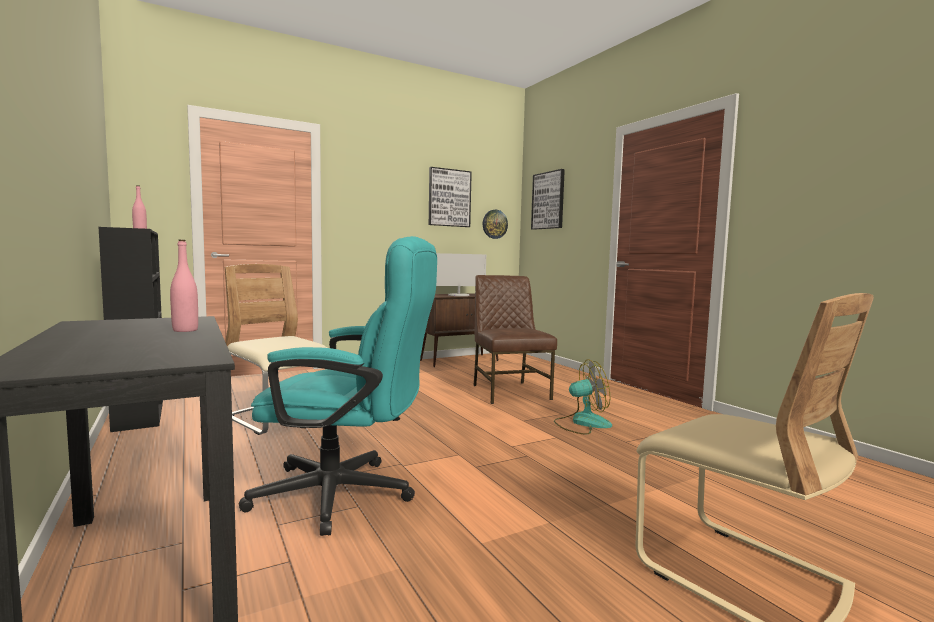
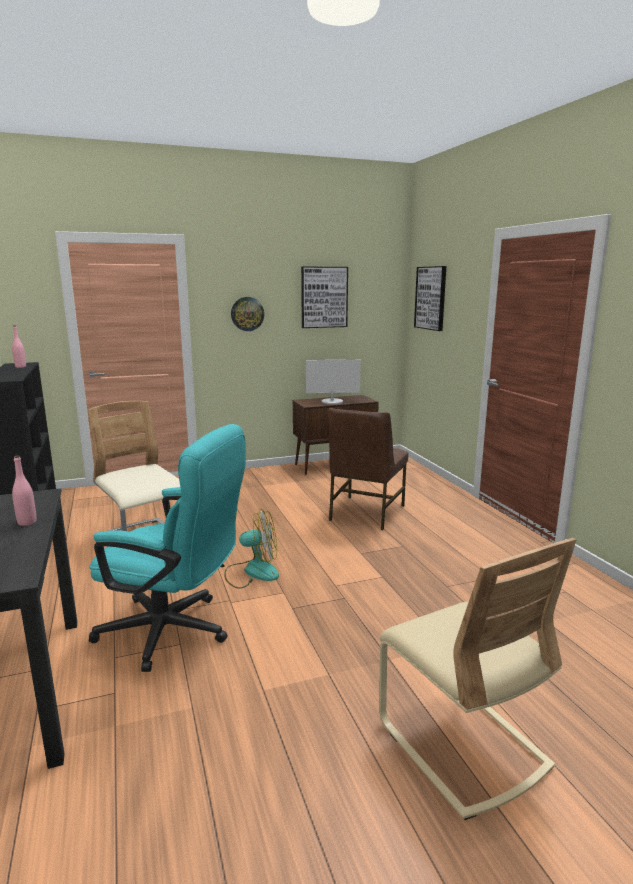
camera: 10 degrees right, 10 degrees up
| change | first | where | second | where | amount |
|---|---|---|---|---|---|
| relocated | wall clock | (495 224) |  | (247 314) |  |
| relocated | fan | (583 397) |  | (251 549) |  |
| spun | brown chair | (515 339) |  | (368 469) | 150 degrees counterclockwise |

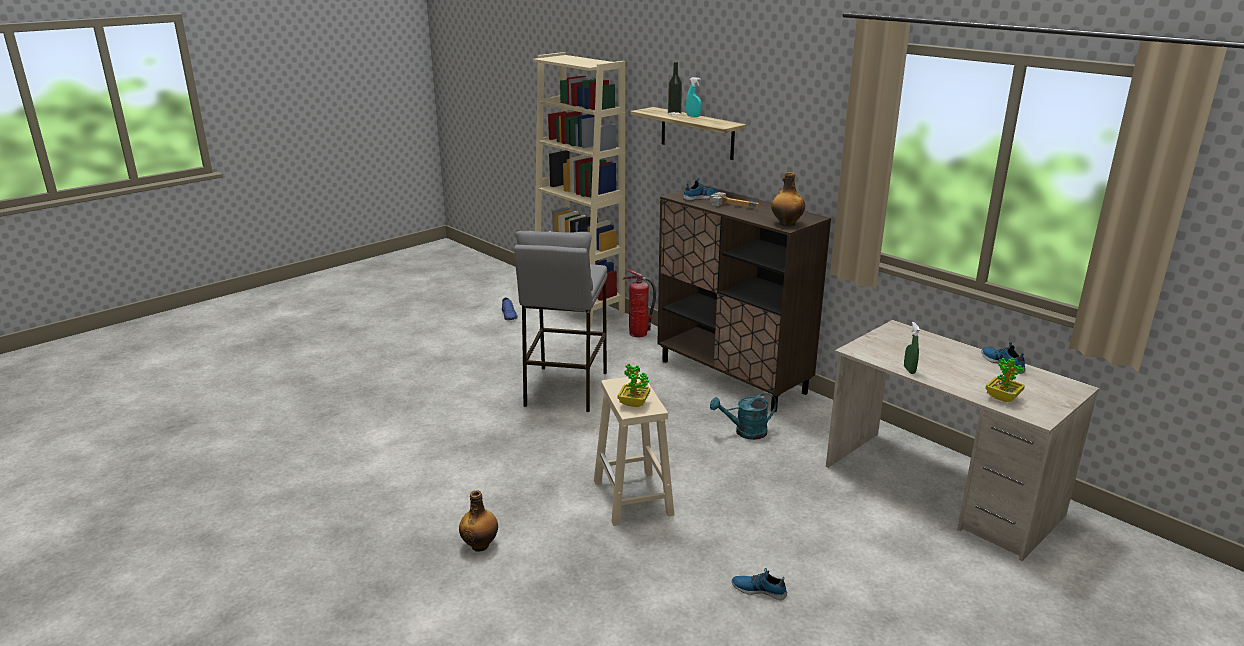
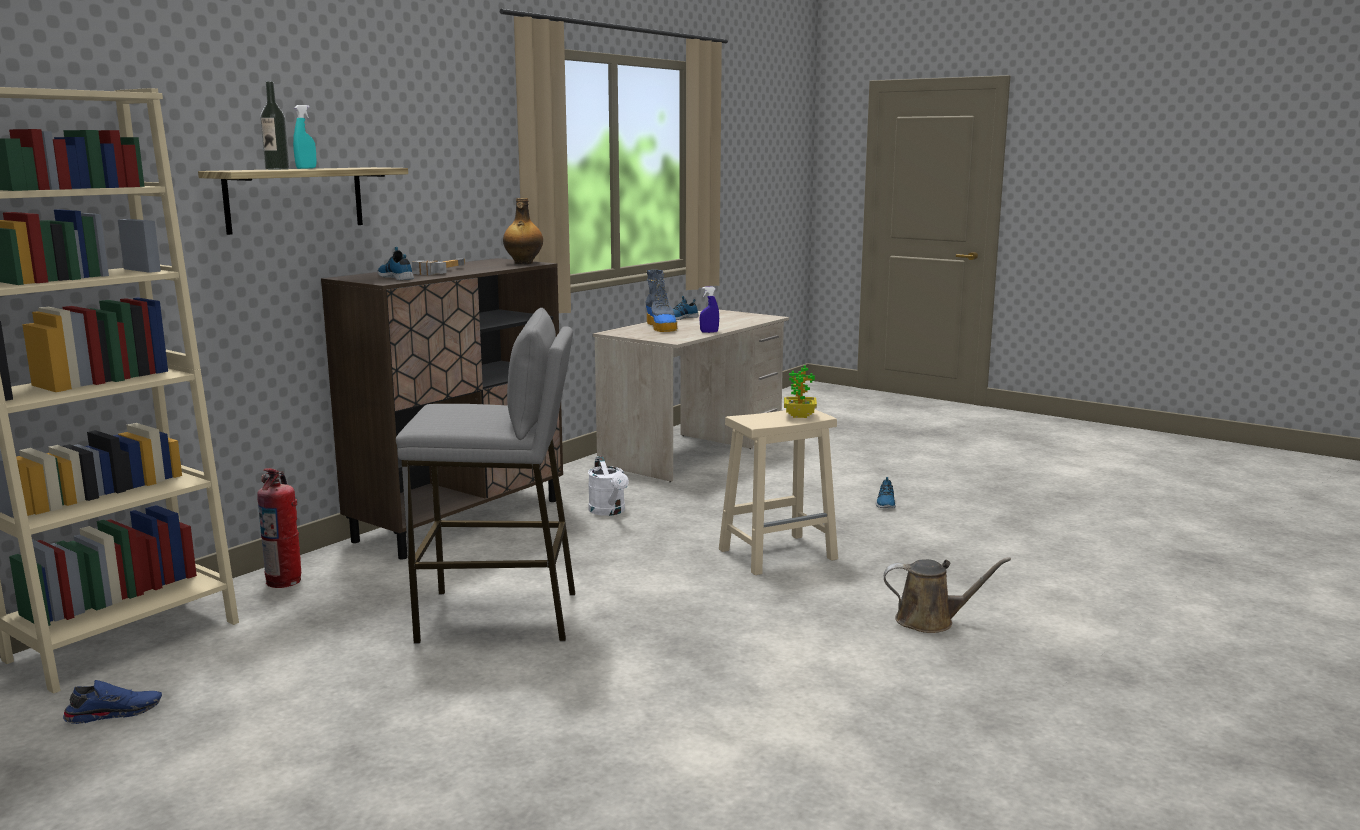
camera: 100 degrees left, 10 degrees down
| change | first | where | second | where | amount |
|---|---|---|---|---|---|
| missing | potted plant | (1005 380) |  |  |  |
| appeared |  |  | boot | (661 301) |  |
| exchanged | bottle | (478 521) | brown watering can | (947 595) |  |
| colour | turquoise watering can | (743 416) | white watering can | (608 486) |  |
| colour | green spray bottle | (912 348) | blue spray bottle | (709 310) |  |

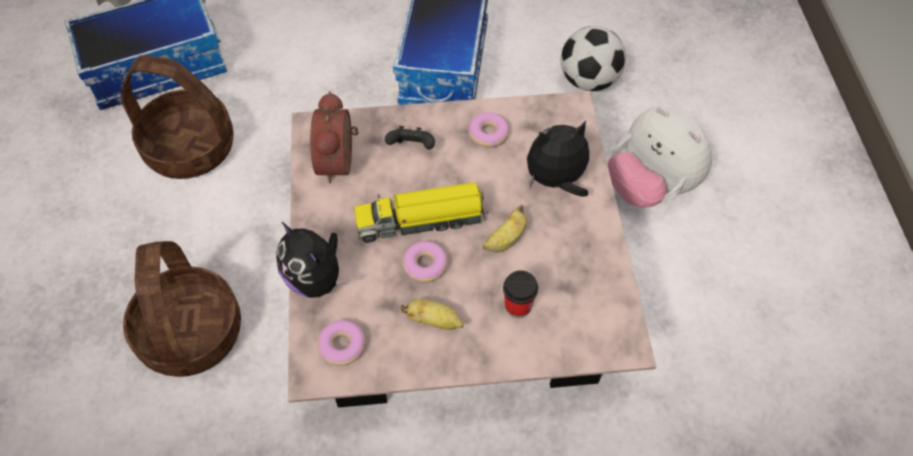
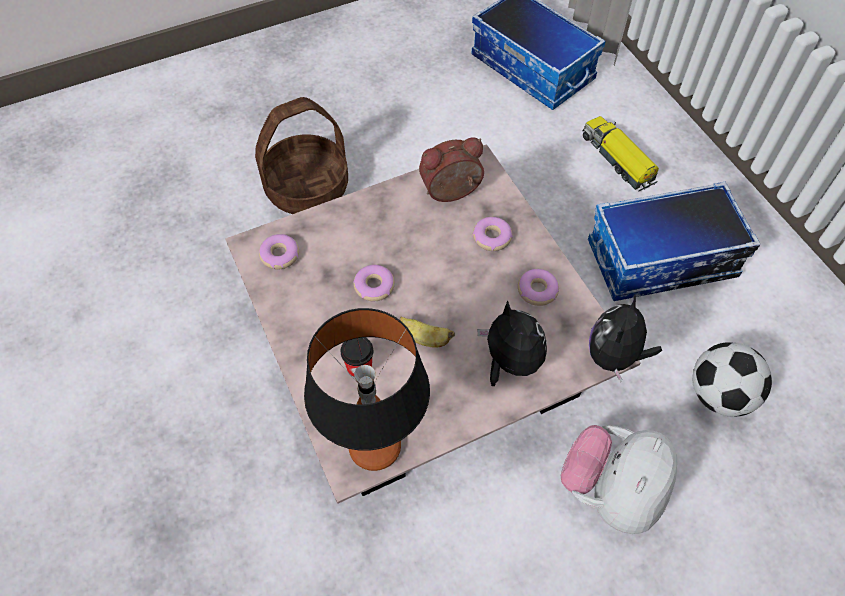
camera: 70 degrees right, 0 degrees up
| change | first | where | second | where | amount |
|---|---|---|---|---|---|
| missing | basket | (177 117) |  |  |  |
| missing | banana | (432 314) |  |  |  |
| appeared |  |  | table lamp | (367 389) |  |
| relocated | plush toy | (313 260) |  | (625 338) |  |
| relocated | toy truck | (420 212) |  | (620 154) |  |
| exchanged | black game controller | (410 138) | donut | (492 234) |  |

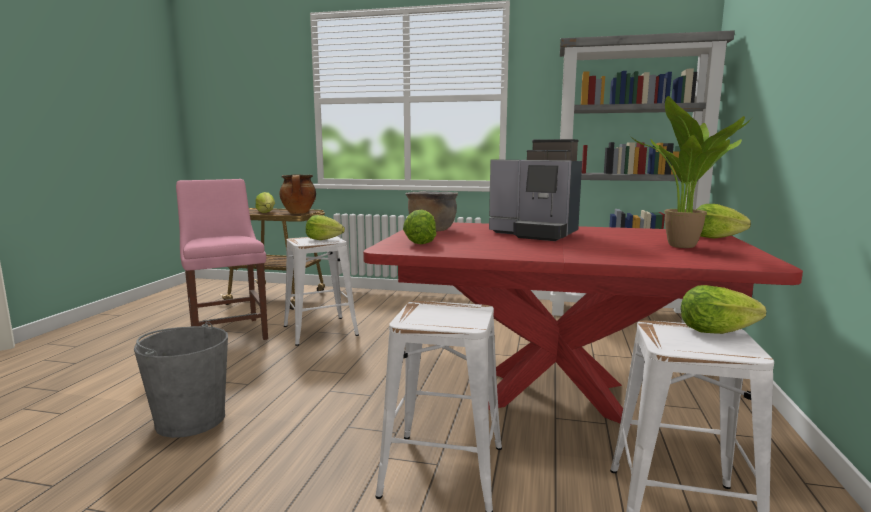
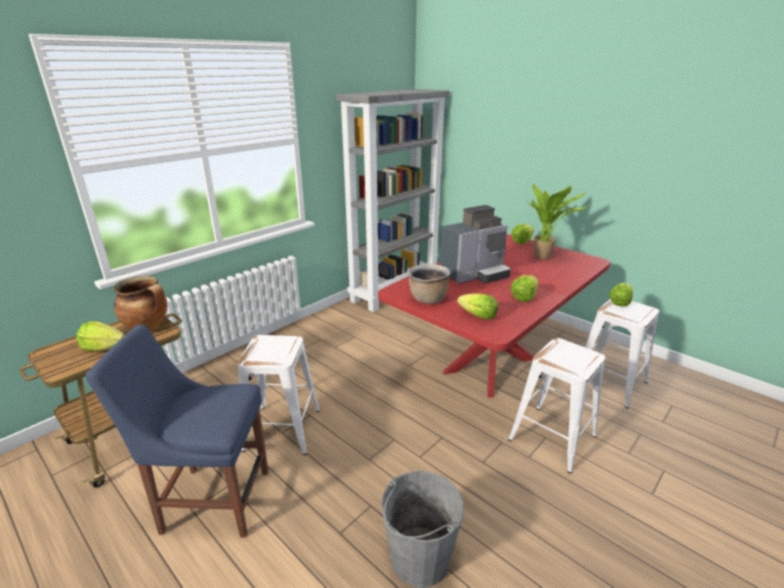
camera: 60 degrees left, 15 degrees up
| change | first | where | second | where | amount |
|---|---|---|---|---|---|
| relocated | lettuce | (325 227) |  | (524 288) |  |
| colour | pink chair | (222 259) | blue chair | (176 430) |  |

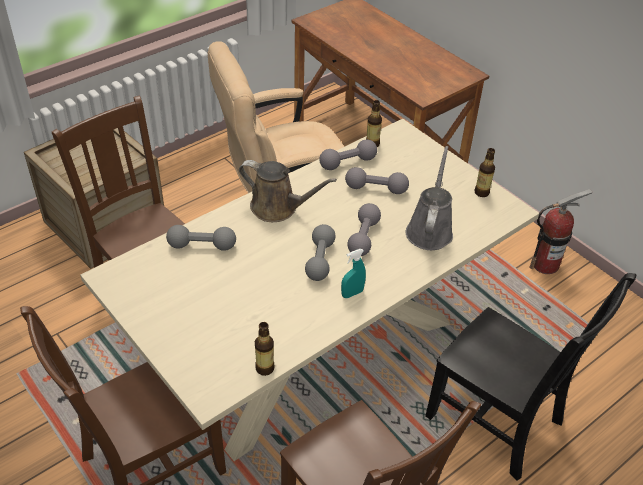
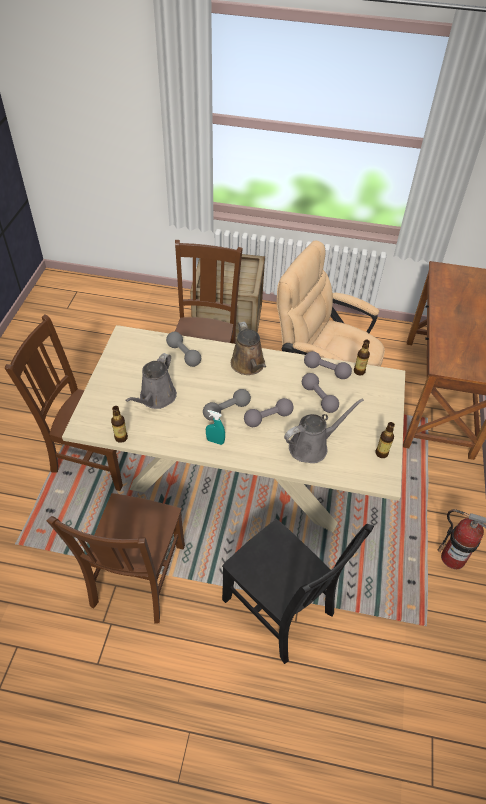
camera: 50 degrees right, 5 degrees up
| change | first | where | second | where | amount |
|---|---|---|---|---|---|
| appeared |  |  | grey watering can | (151 381) |  |
| spun | black chair | (531 377) |  | (298 591) | 45 degrees counterclockwise |

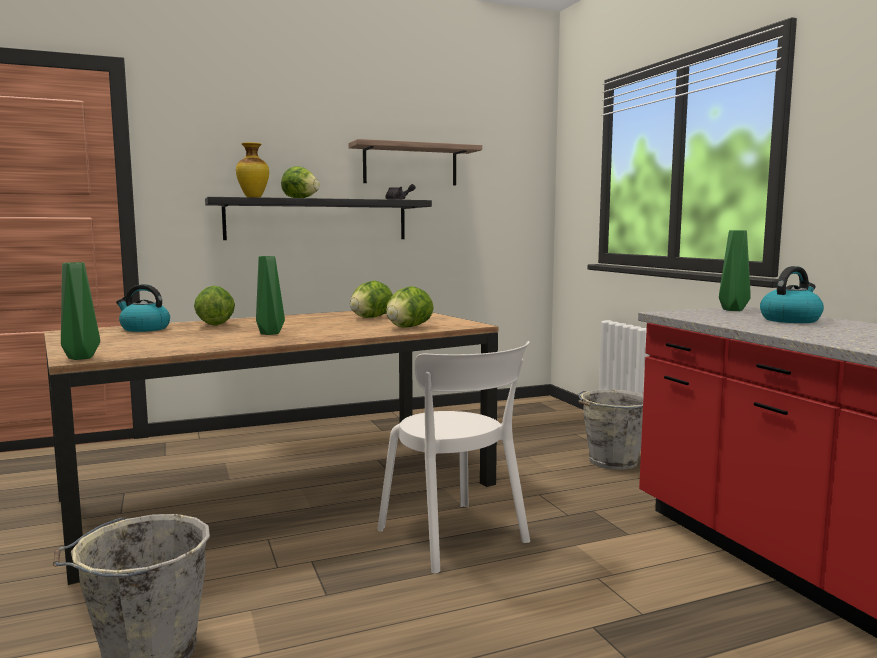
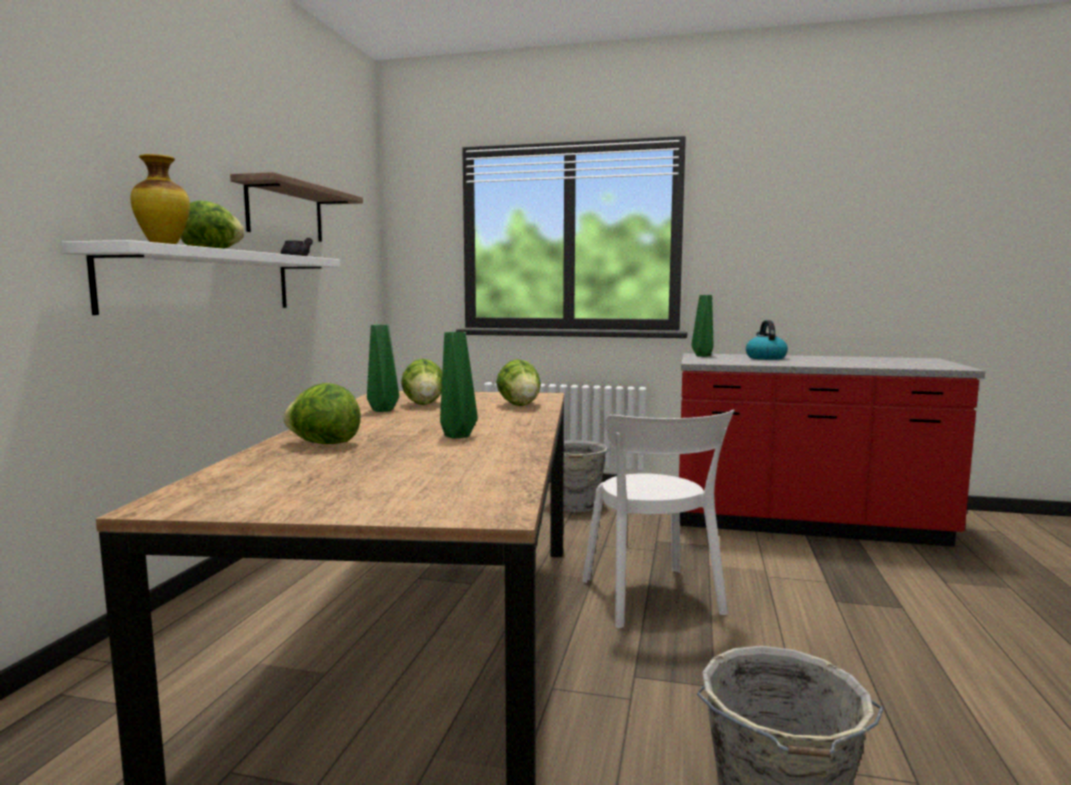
camera: 55 degrees left, 0 degrees up
| change | first | where | second | where | amount |
|---|---|---|---|---|---|
| missing | kettle | (143 308) |  |  |  |
| relocated | green vase | (80 311) |  | (383 368) |  |
| colour | black shelf | (318 218) | white shelf | (201 277) |  |
| spun | white chair | (453 457) |  | (658 518) | 75 degrees clockwise |

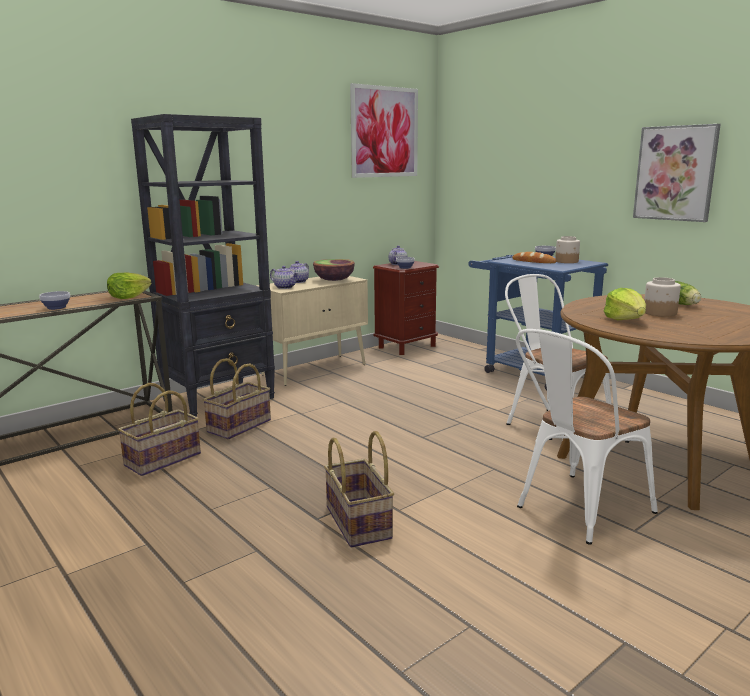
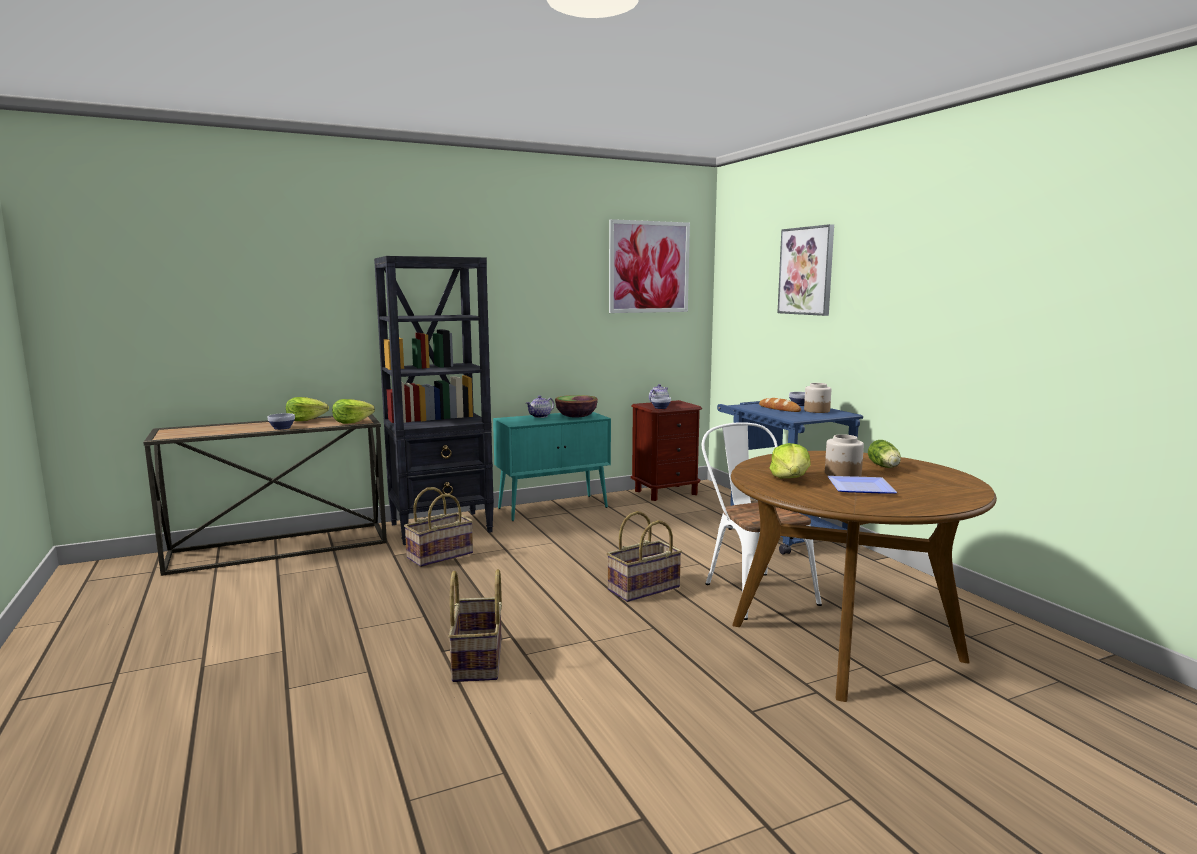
camera: 15 degrees right, 5 degrees down
| change | first | where | second | where | amount |
|---|---|---|---|---|---|
| missing | teapot | (284 277) |  |  |  |
| missing | white chair | (587 437) |  |  |  |
| appeared |  |  | lettuce | (307 409) |  |
| appeared |  |  | plate | (862 485) |  |
| relocated | basket | (159 429) |  | (644 556) |  |
| relocated | picture | (677 173) |  | (805 270) |  |
| colour | beige cabinet | (312 331) | turquoise cabinet | (552 466) |  |

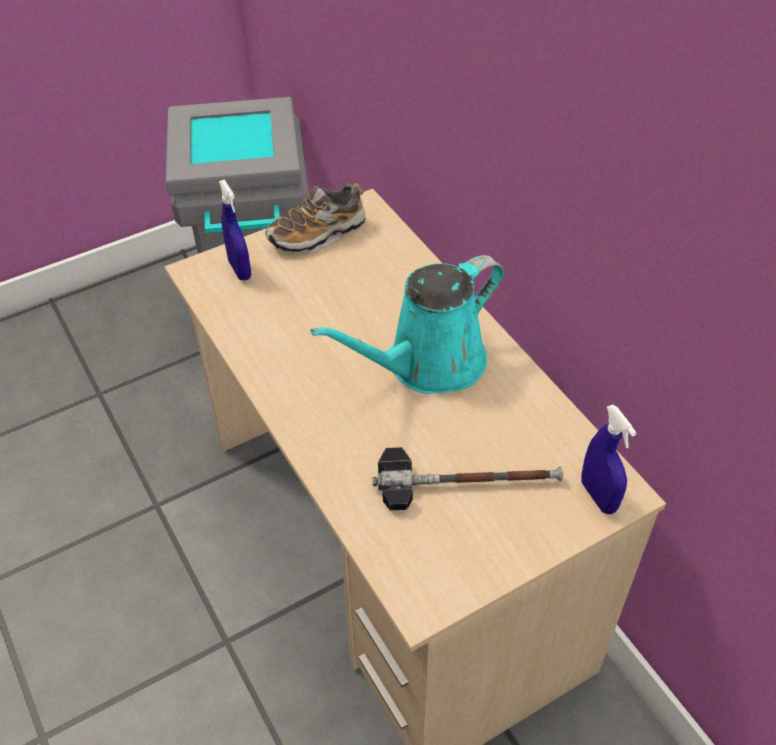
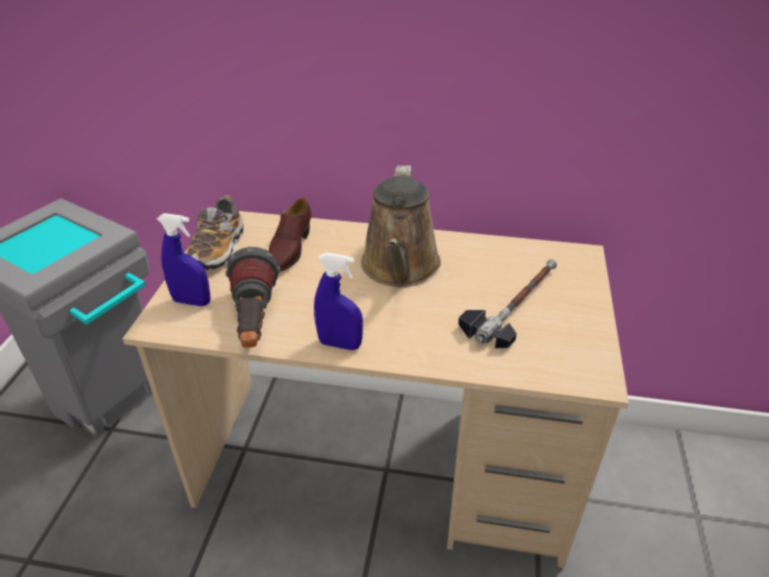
camera: 50 degrees left, 10 degrees down
| change | first | where | second | where | amount |
|---|---|---|---|---|---|
| appeared |  |  | flashlight | (252 297) |  |
| appeared |  |  | brown shoe | (290 235) |  |
| relocated | blue spray bottle | (609 459) |  | (338 301) |  |
| colour | turquoise watering can | (407 324) | brown watering can | (401 226) |  |

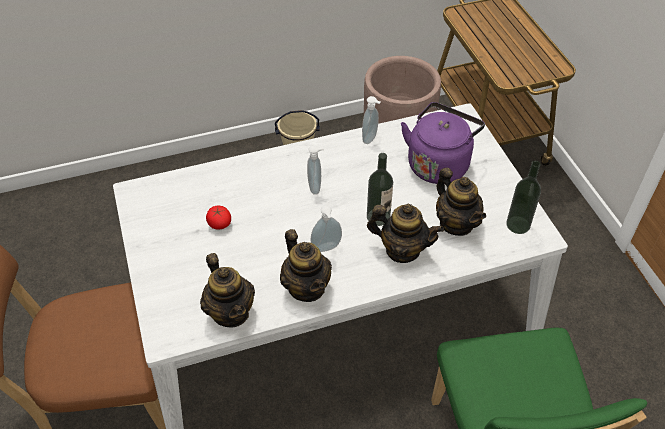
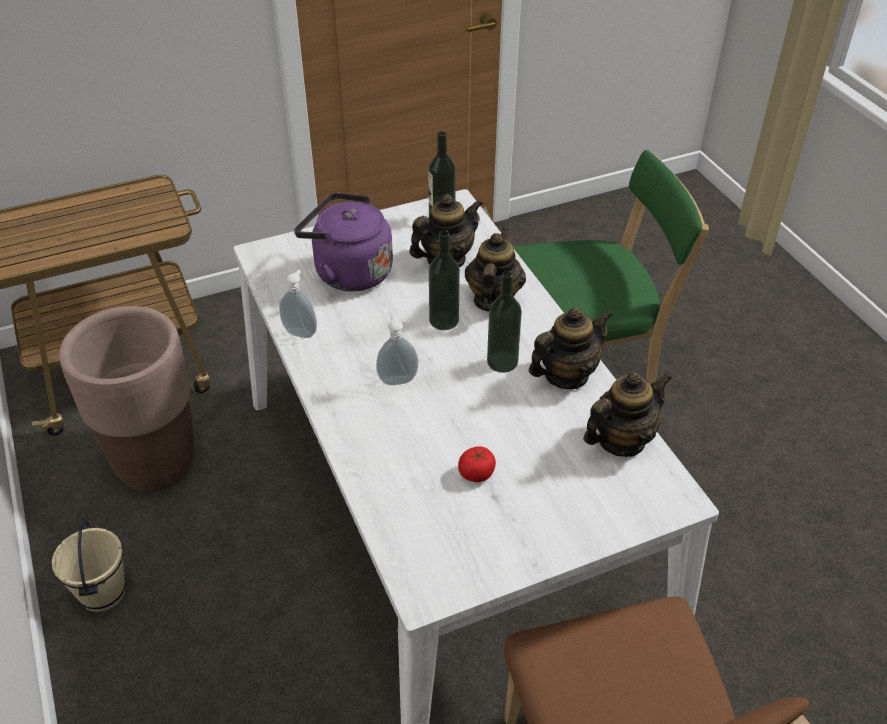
camera: 95 degrees left, 5 degrees down
| change | first | where | second | where | amount |
|---|---|---|---|---|---|
| exchanged | soap dispenser | (326 228) | bottle | (504 322) |  |

